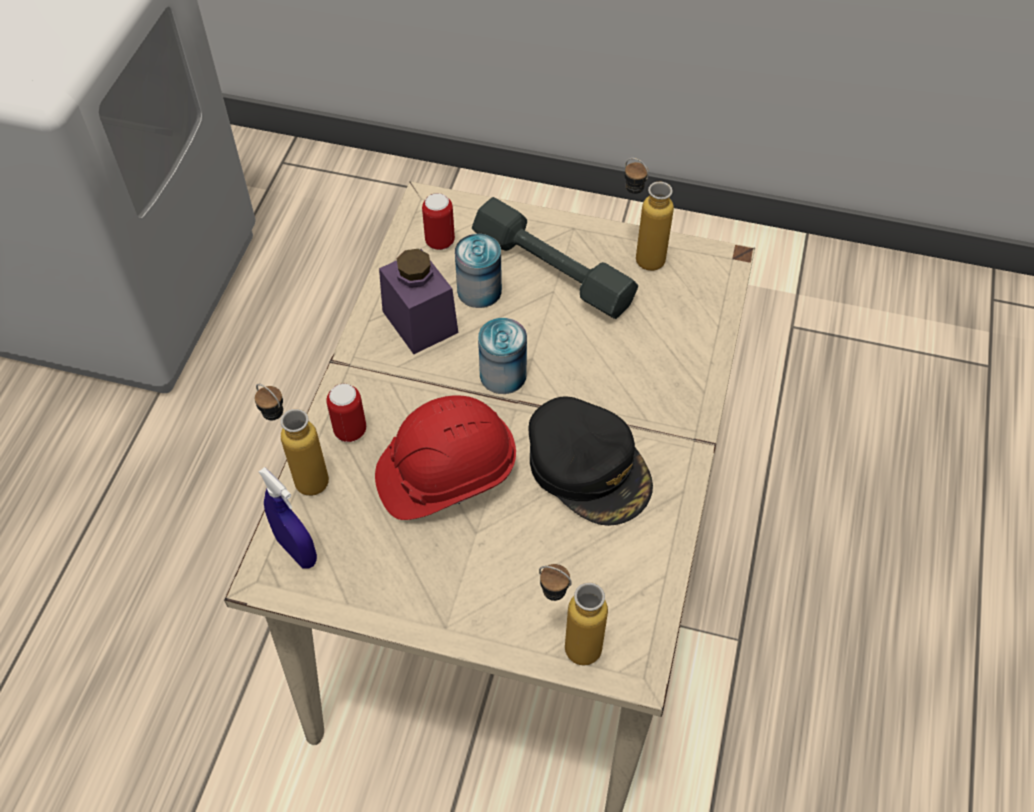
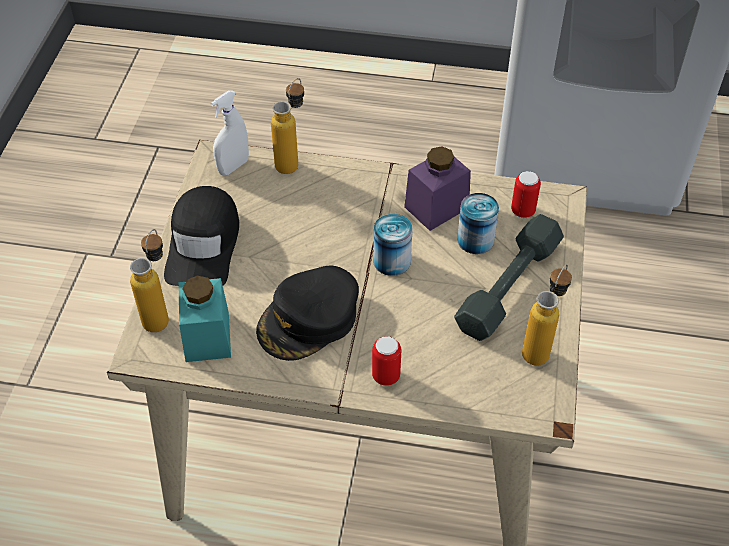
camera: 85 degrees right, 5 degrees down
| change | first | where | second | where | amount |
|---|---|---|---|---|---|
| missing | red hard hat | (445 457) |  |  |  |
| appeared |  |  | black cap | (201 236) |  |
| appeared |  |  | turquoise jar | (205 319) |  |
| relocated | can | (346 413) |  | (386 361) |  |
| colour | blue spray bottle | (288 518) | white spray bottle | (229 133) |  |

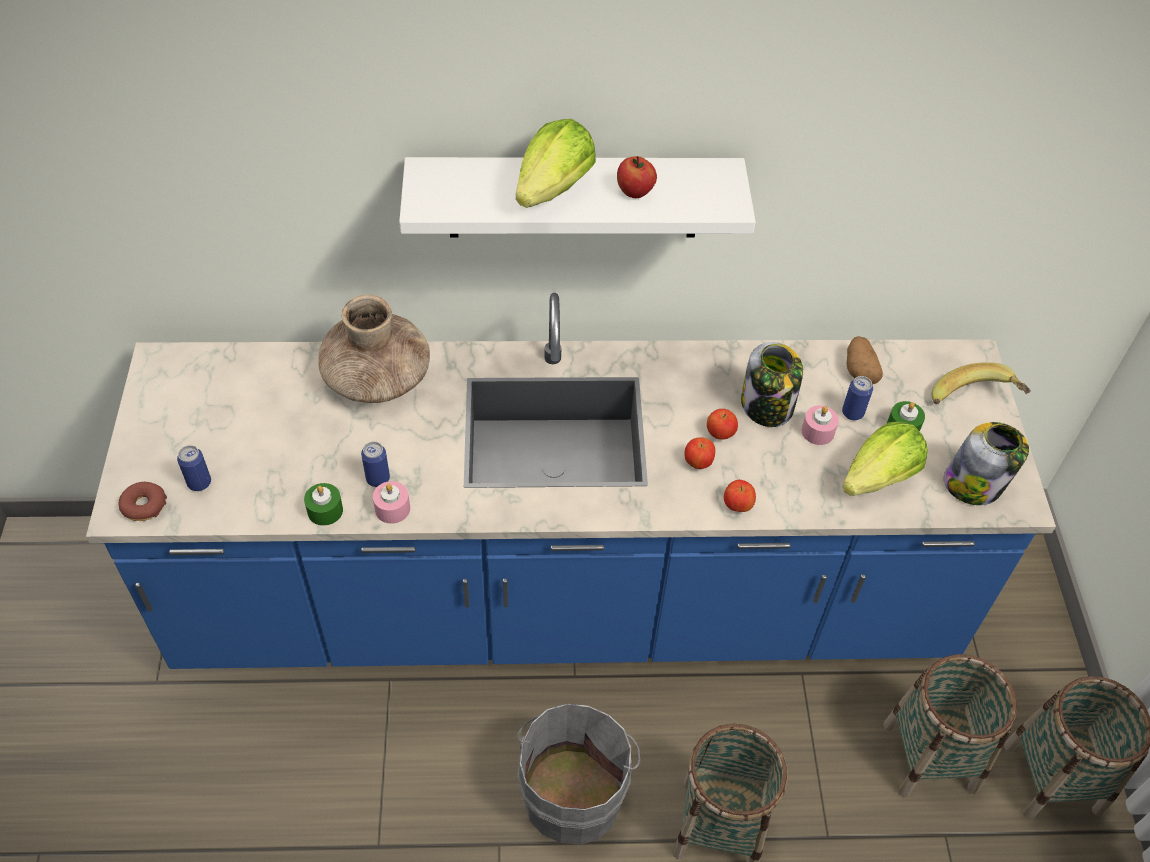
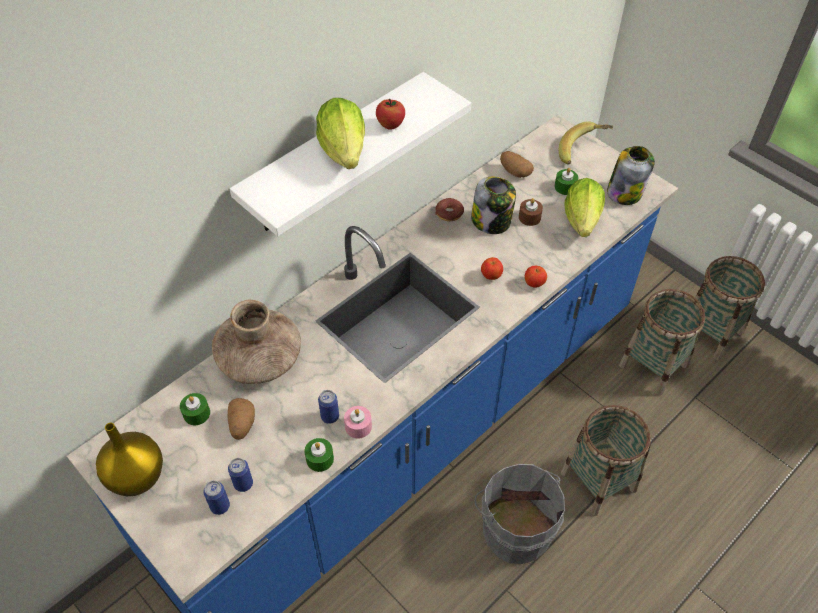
camera: 40 degrees left, 0 degrees up
| change | first | where | second | where | amount |
|---|---|---|---|---|---|
| missing | apple | (722 424) |  |  |  |
| appeared |  |  | yellow vase | (129 459) |  |
| appeared |  |  | green candle | (195 409) |  |
| appeared |  |  | potato | (241 419) |  |
| relocated | donut | (143 501) |  | (449 209) |  |
| relocated | can | (857 398) |  | (240 475) |  |
| colour | pink candle | (820 425) | brown candle | (531 212) |  |

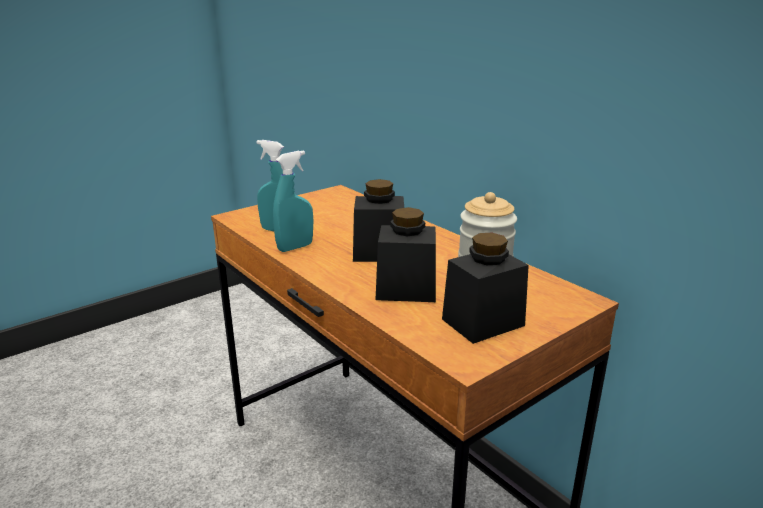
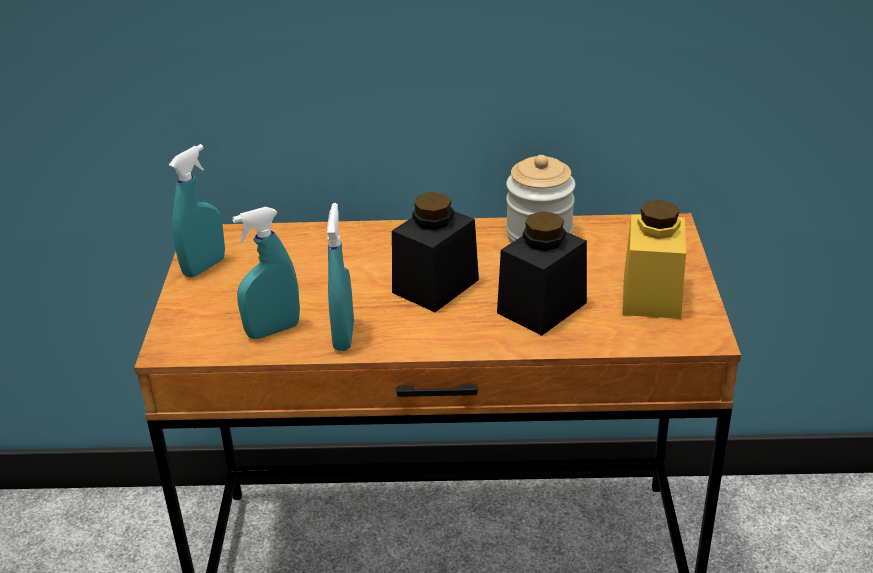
camera: 50 degrees left, 10 degrees up
| change | first | where | second | where | amount |
|---|---|---|---|---|---|
| appeared |  |  | turquoise spray bottle | (197 211) |  |
| colour | black jar | (485 288) | yellow jar | (654 259) |  |

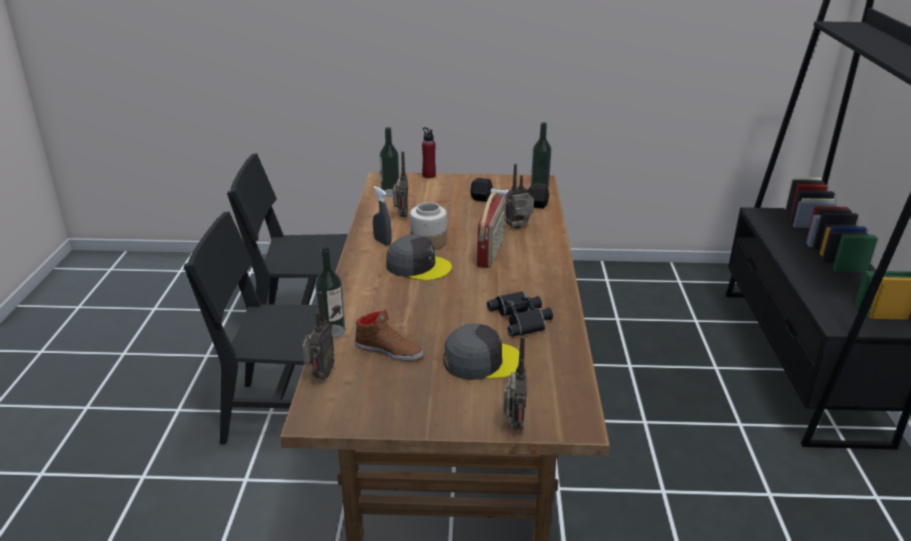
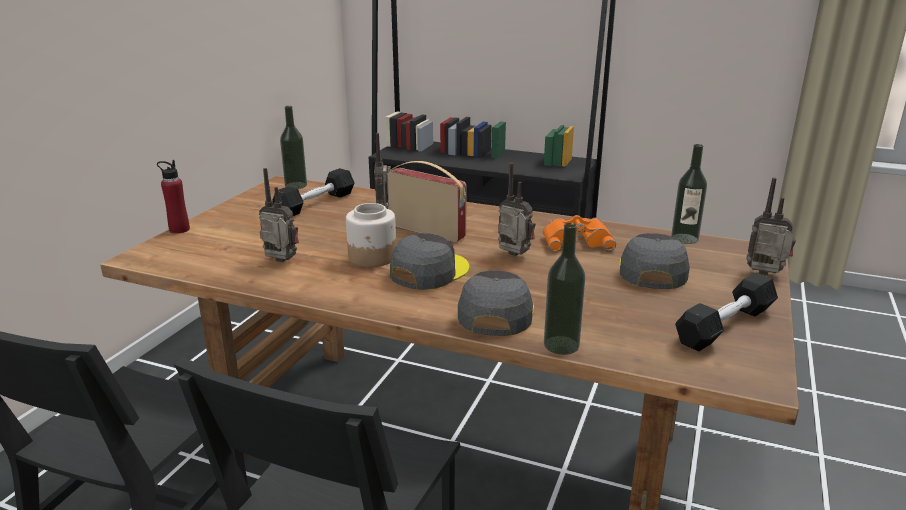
camera: 70 degrees left, 5 degrees down
| change | first | where | second | where | amount |
|---|---|---|---|---|---|
| missing | brown shoe | (389 335) |  |  |  |
| missing | grey spray bottle | (382 216) |  |  |  |
| appeared |  |  | grey cap | (496 303) |  |
| appeared |  |  | black dumbbell | (726 312) |  |
| relocated | radio | (318 335) |  | (517 209) |  |
| relocated | bottle | (389 162) |  | (689 194) |  |
| colour | black binoculars | (520 314) | orange binoculars | (579 233) |  |

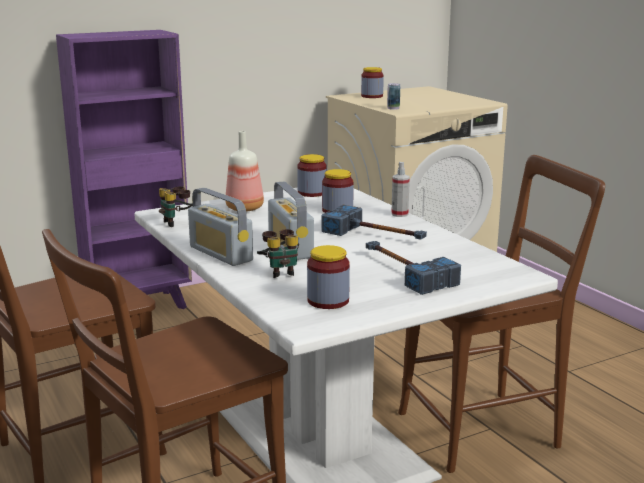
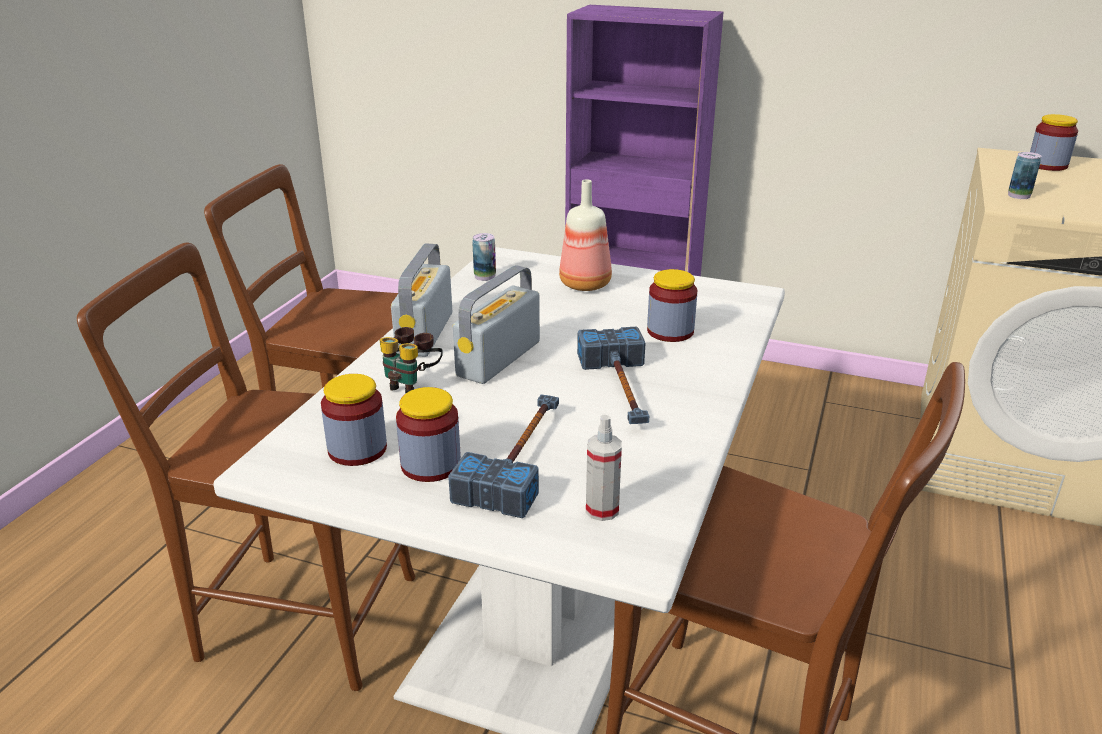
camera: 50 degrees right, 10 degrees up
| change | first | where | second | where | amount |
|---|---|---|---|---|---|
| relocated | jar | (312 175) |  | (428 434) |  |
| relocated | spray bottle | (400 189) |  | (604 468) |  |
| exchanged | binoculars | (176 206) | can | (484 257) |  |

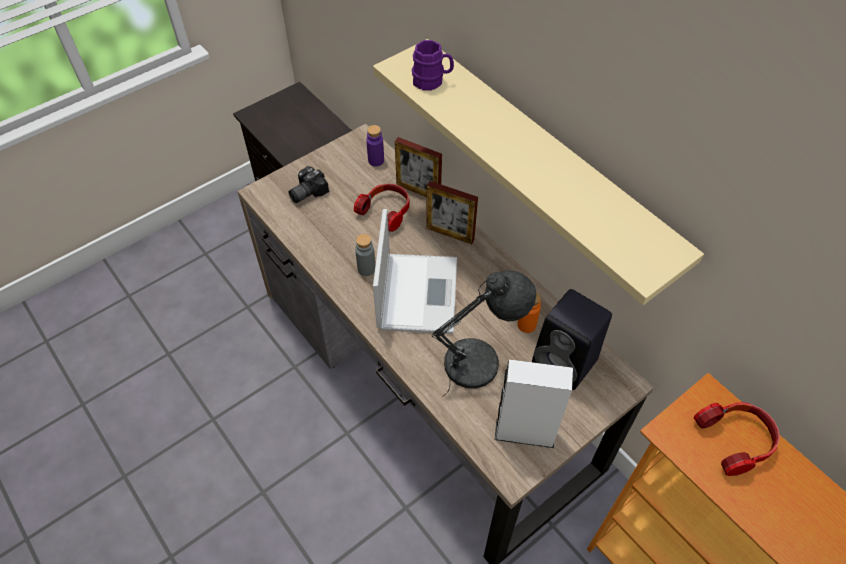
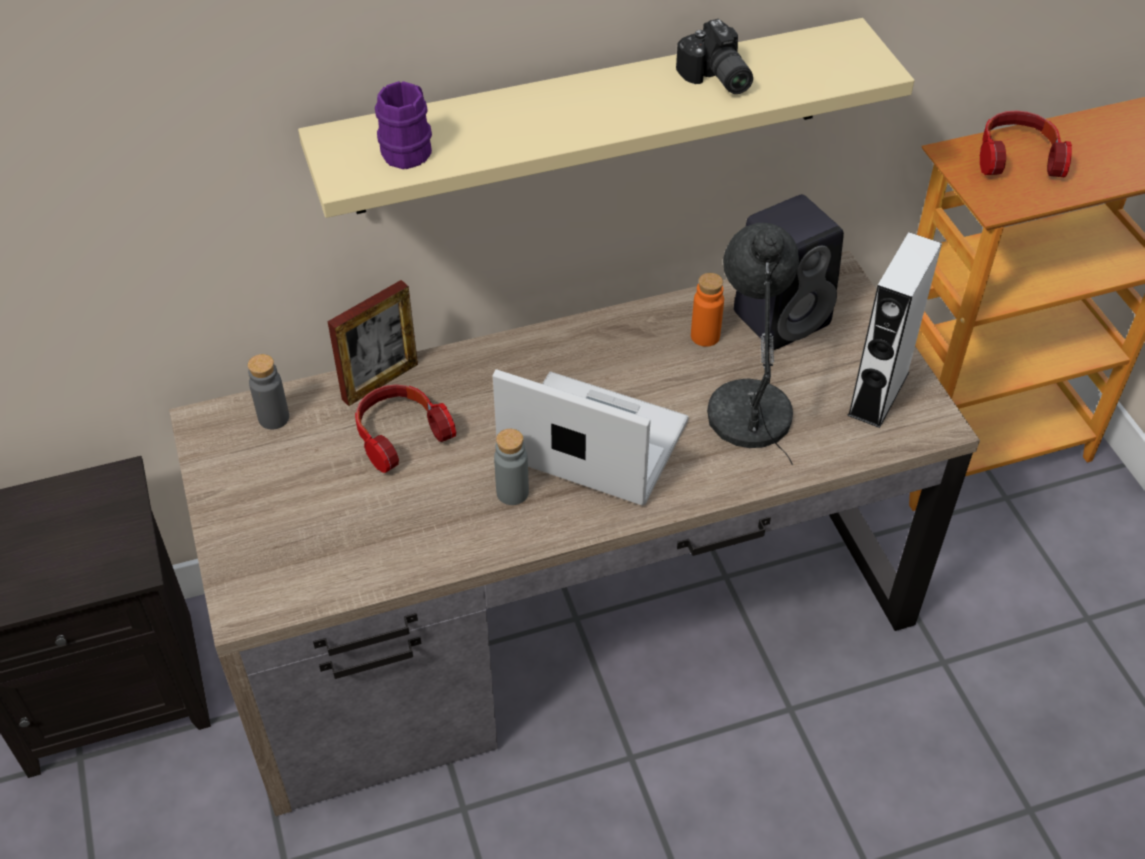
camera: 70 degrees left, 5 degrees down
| change | first | where | second | where | amount |
|---|---|---|---|---|---|
| missing | picture frame | (452 212) |  |  |  |
| relocated | photo camera | (308 184) |  | (714 56) |  |
| colour | purple bottle | (375 145) | grey bottle | (268 391) |  |

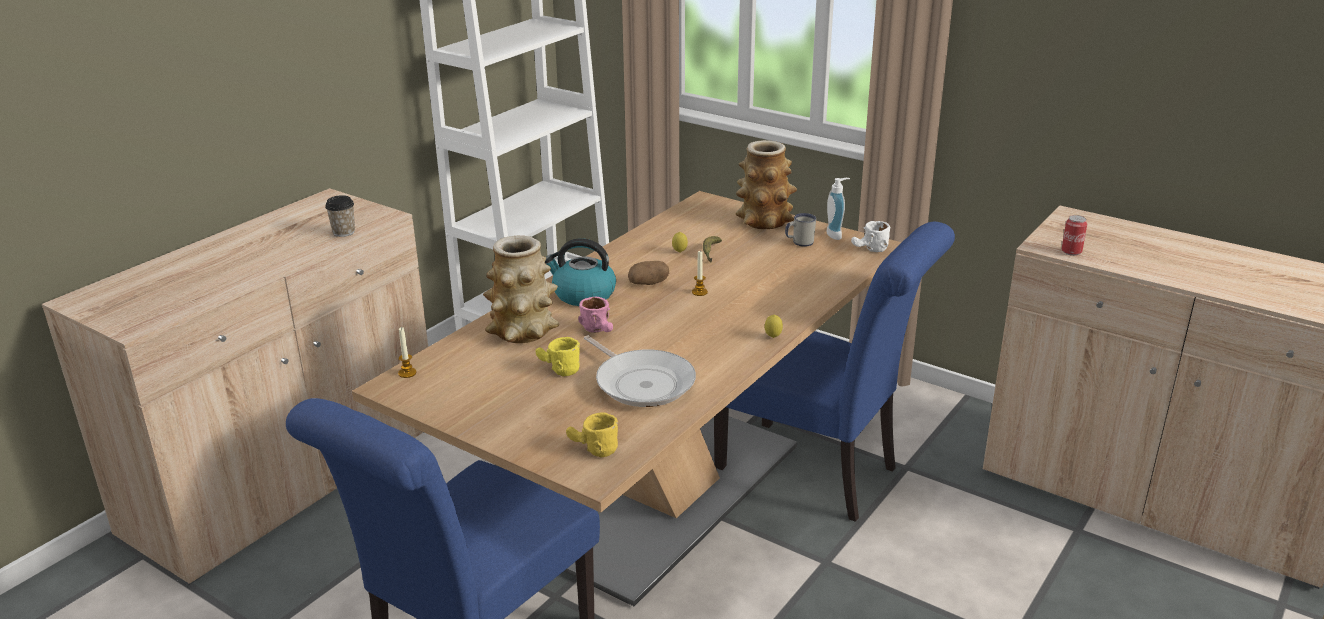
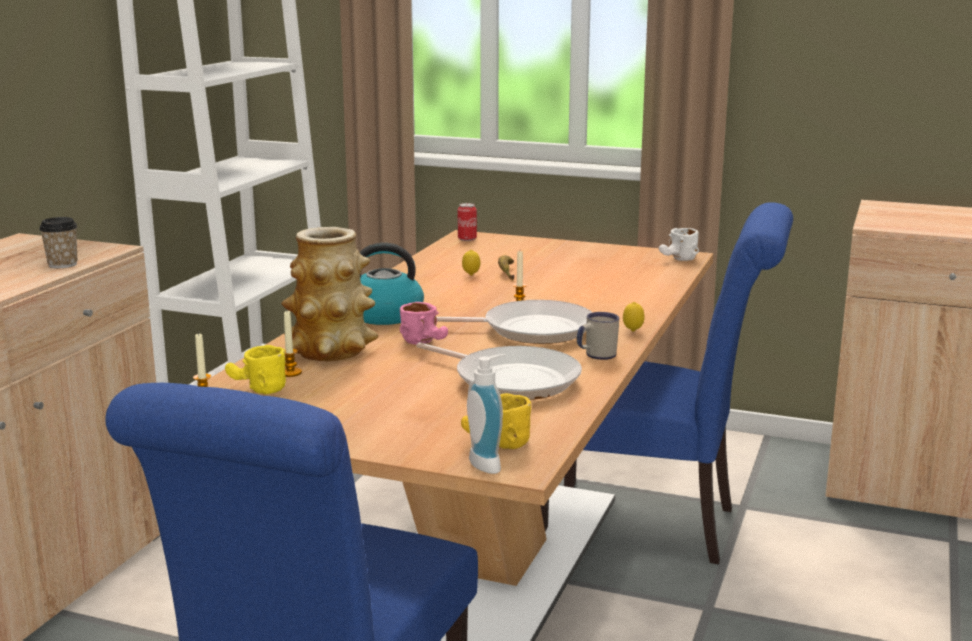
camera: 15 degrees left, 10 degrees down
| change | first | where | second | where | amount |
|---|---|---|---|---|---|
| missing | potato | (648 273) |  |  |  |
| missing | vase | (766 184) |  |  |  |
| appeared |  |  | candle | (293 344) |  |
| appeared |  |  | frying pan | (515 322) |  |
| relocated | yellow mug | (558 356) |  | (255 369) |  |
| relocated | white mug | (800 230) |  | (598 336) |  |
| relocated | soap dispenser | (838 209) |  | (486 414) |  |
| relocated | can | (1074 235) |  | (467 222) |  |

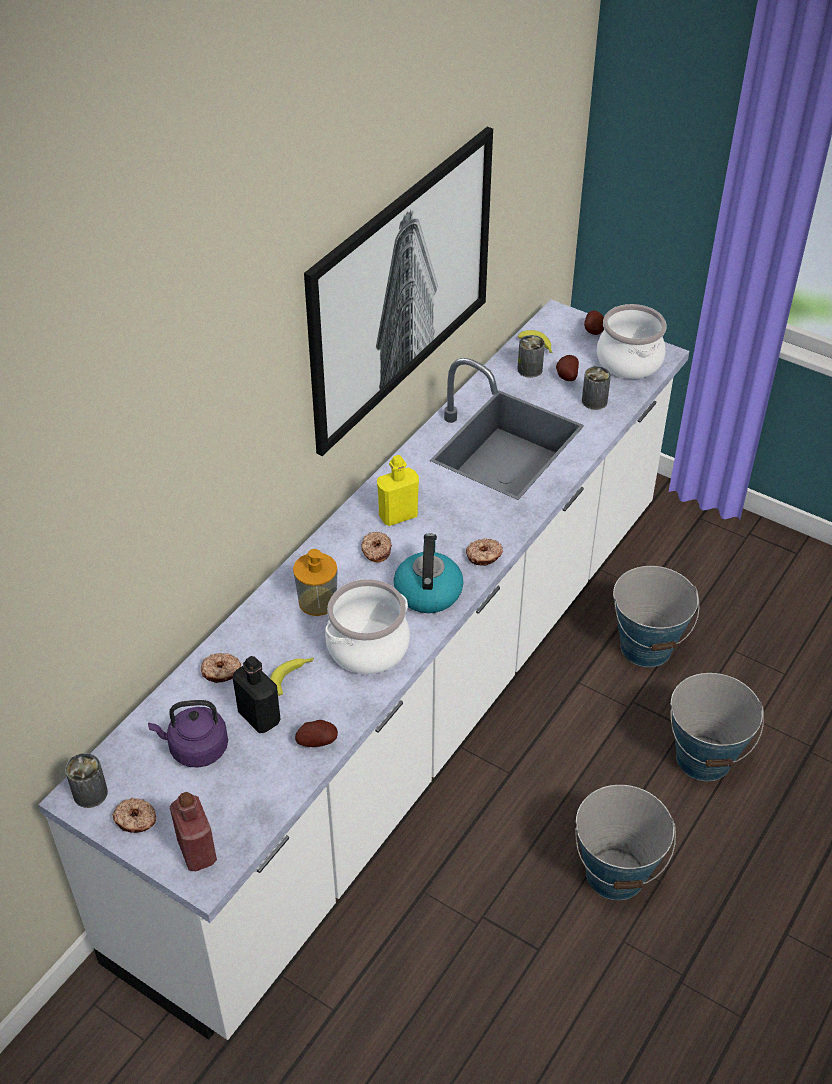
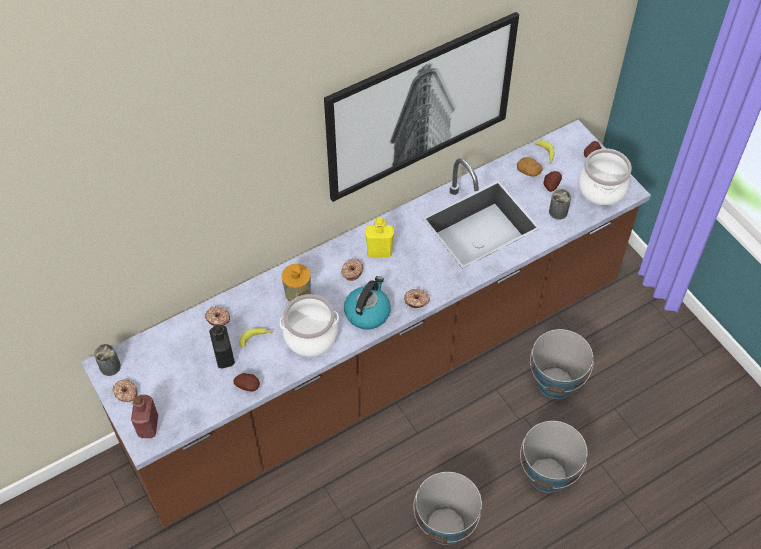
camera: 25 degrees right, 10 degrees up
| change | first | where | second | where | amount |
|---|---|---|---|---|---|
| missing | purple kettle | (188 734) |  |  |  |
| exchanged | can | (531 356) | potato | (530 167) |  |
| colour | white counter | (363 670) | brown counter | (366 323) |  |

